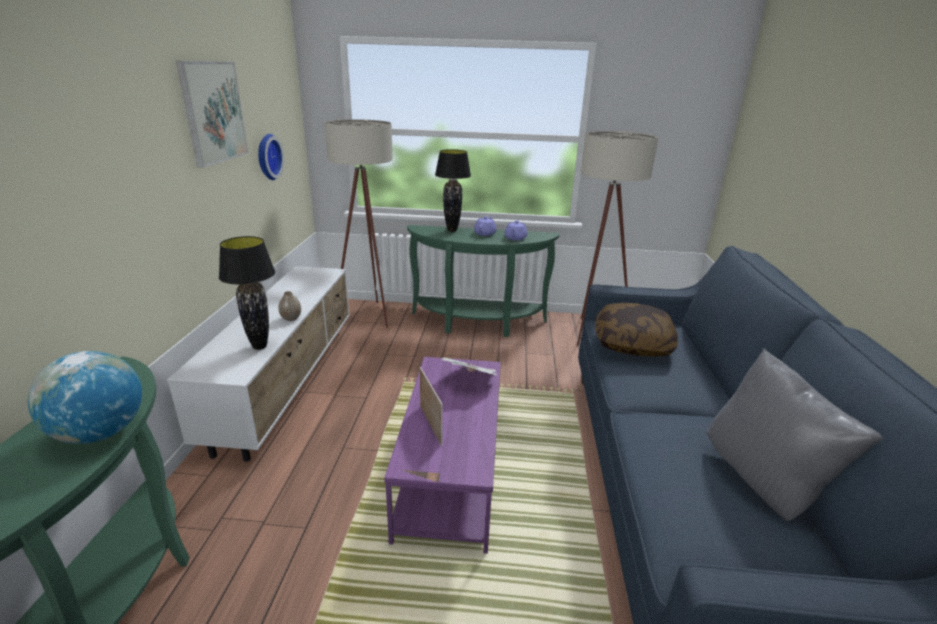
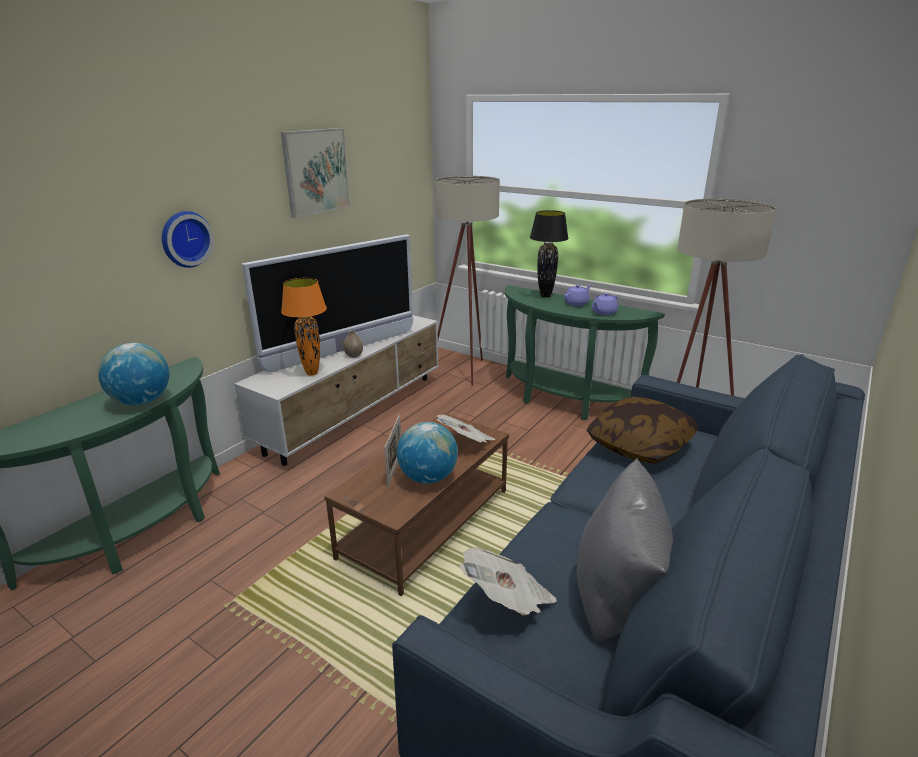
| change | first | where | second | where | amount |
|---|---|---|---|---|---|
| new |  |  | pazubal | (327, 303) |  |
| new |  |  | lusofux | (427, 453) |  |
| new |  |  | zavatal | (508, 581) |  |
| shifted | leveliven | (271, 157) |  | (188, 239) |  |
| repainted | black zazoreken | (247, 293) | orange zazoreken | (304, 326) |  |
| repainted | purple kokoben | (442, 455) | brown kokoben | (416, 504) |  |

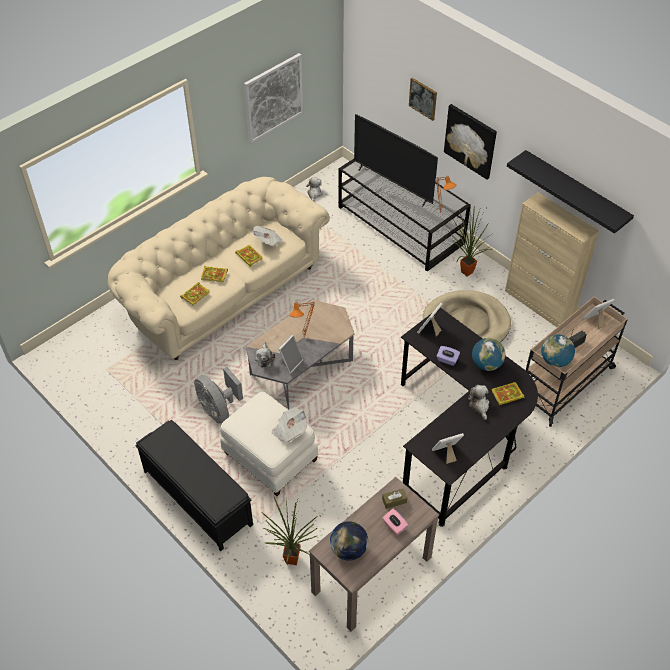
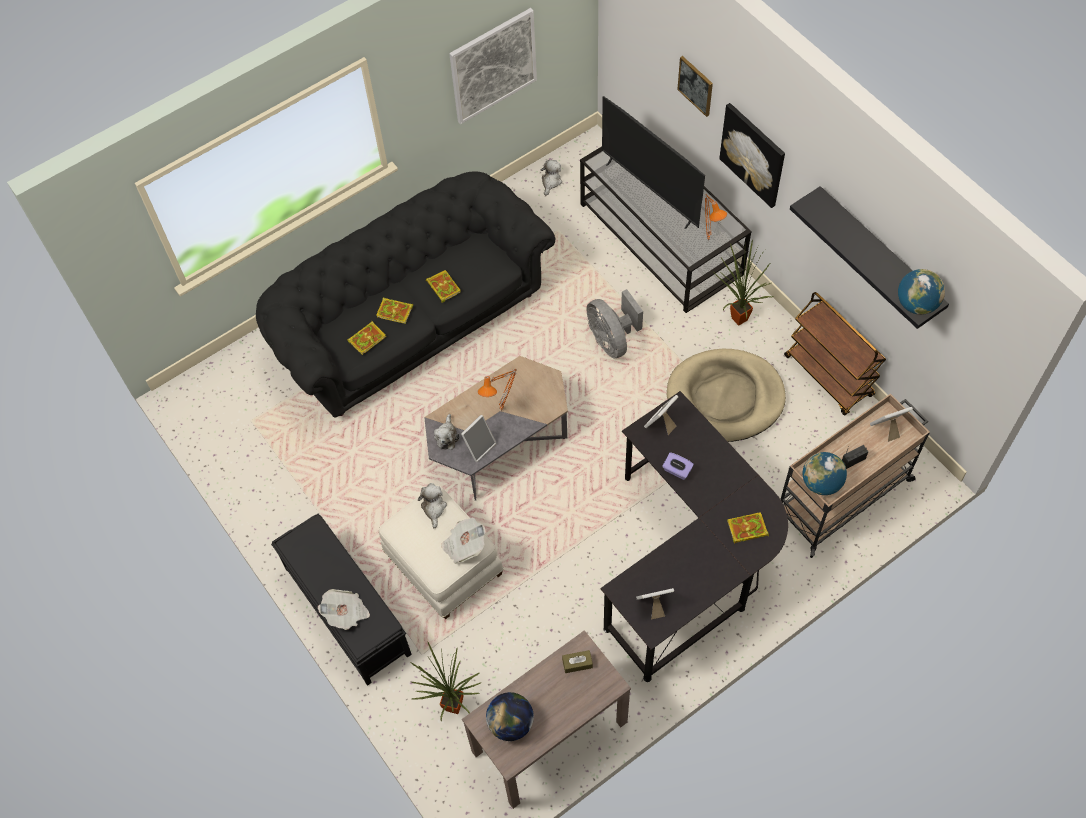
| change | first | where | second | where | amount |
|---|---|---|---|---|---|
| gone | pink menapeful | (395, 522) |  |  |  |
| shifted | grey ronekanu | (218, 395) |  | (614, 323) |  |
| shifted | zavatal | (268, 236) |  | (344, 609) |  |
| shifted | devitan | (478, 402) |  | (432, 505) |  |
| shifted | lusofux | (489, 354) |  | (921, 292) |  |
| swapped | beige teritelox | (552, 259) | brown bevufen | (835, 353) |  |
| repainted | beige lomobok | (219, 268) | black lomobok | (406, 294) |  |

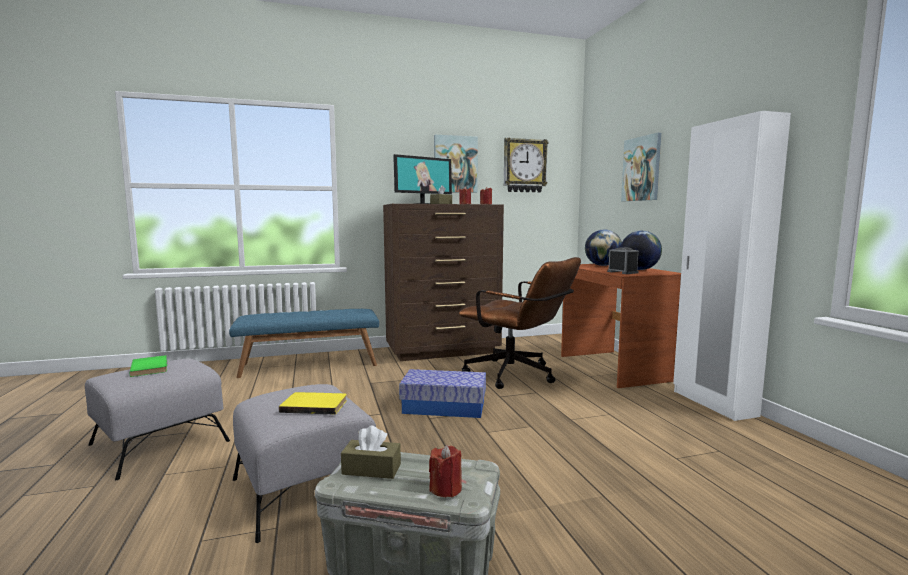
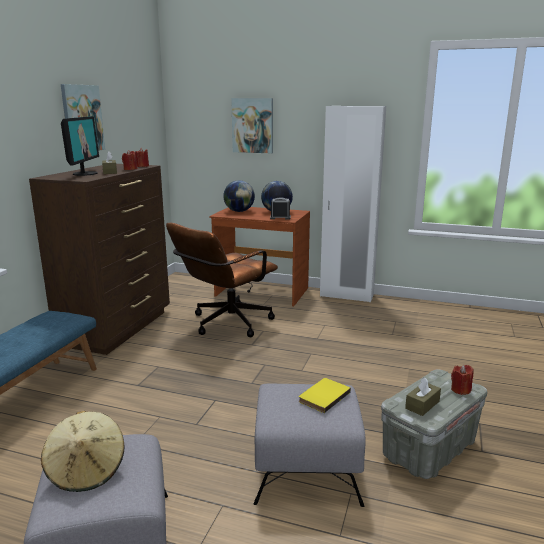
| change | first | where | second | where | amount |
|---|---|---|---|---|---|
| gone | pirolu | (442, 393) |  |  |  |
| gone | leveliven | (526, 165) |  |  |  |
| swapped | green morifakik | (148, 366) | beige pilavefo | (82, 451) |  |
| rotated | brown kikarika | (520, 323) |  | (222, 280) | 150 degrees clockwise |

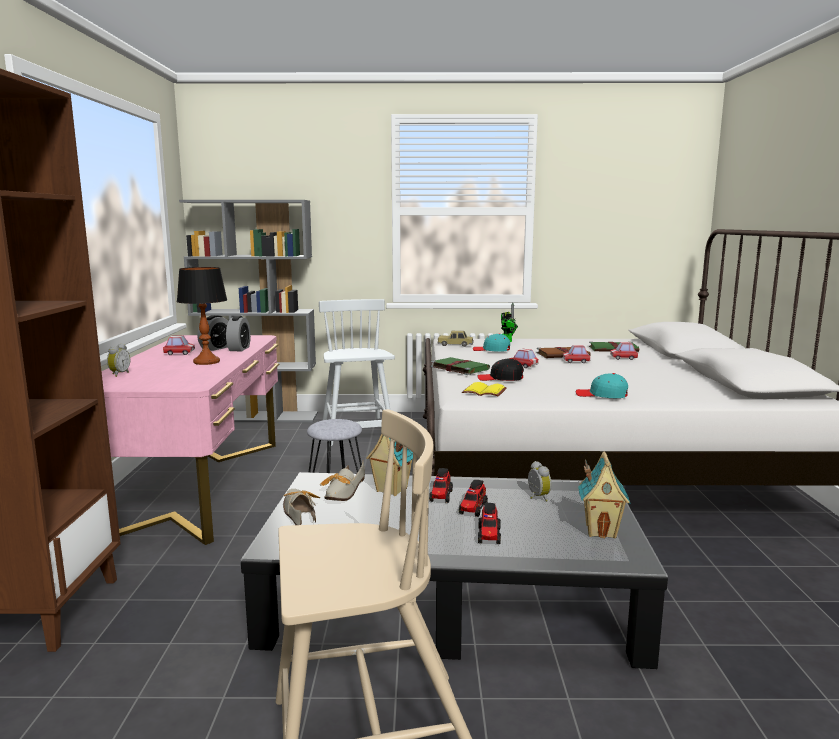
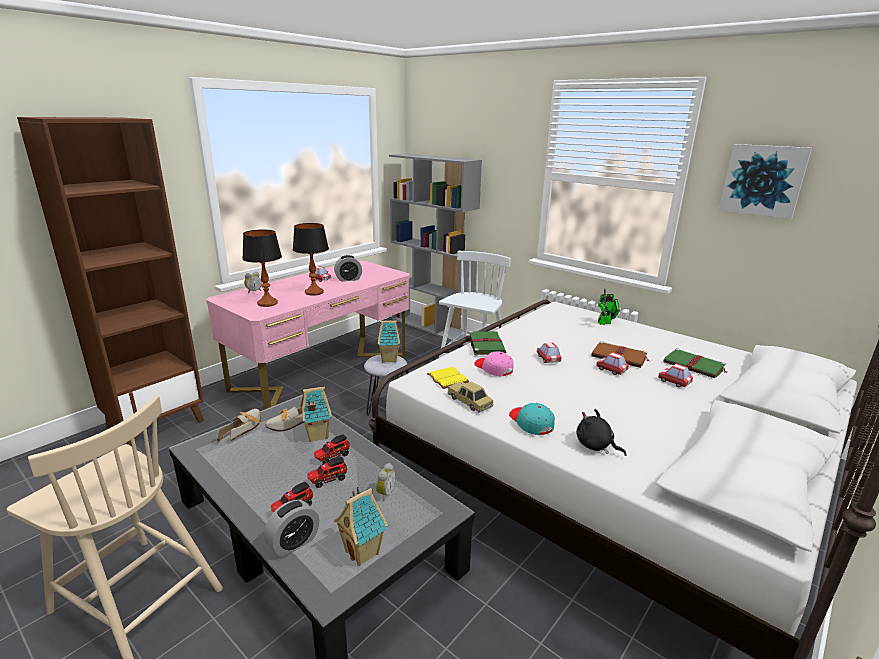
| change | first | where | second | where | amount |
|---|---|---|---|---|---|
| gone | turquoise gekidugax | (491, 342) |  |  |  |
| new |  |  | zazoreken | (262, 268) |  |
| new |  |  | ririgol | (389, 341) |  |
| new |  |  | black devitan | (601, 432) |  |
| new |  |  | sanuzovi | (765, 181) |  |
| shifted | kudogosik | (238, 333) |  | (291, 528) |  |
| shifted | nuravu | (455, 339) |  | (470, 397) |  |
| repainted | black gekidugax | (500, 369) | pink gekidugax | (494, 363) |  |

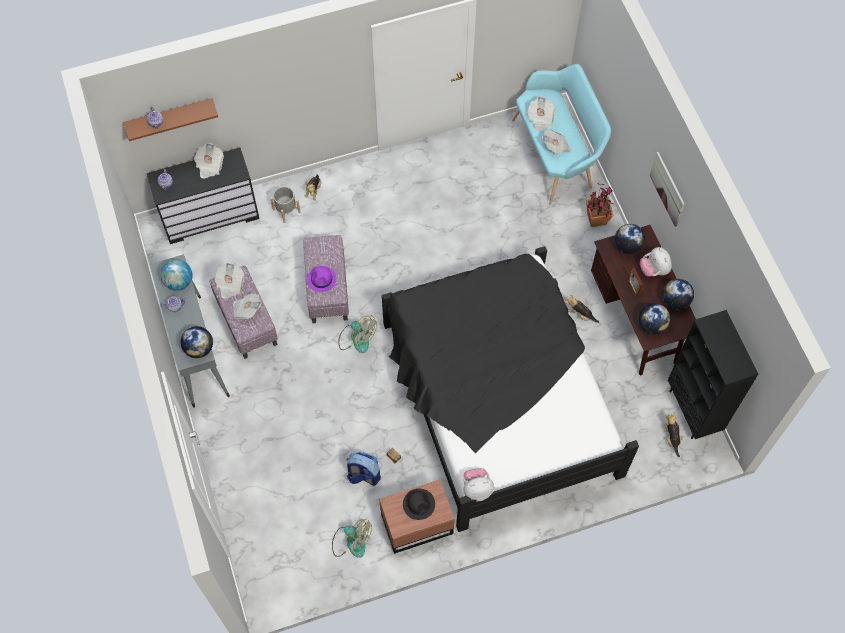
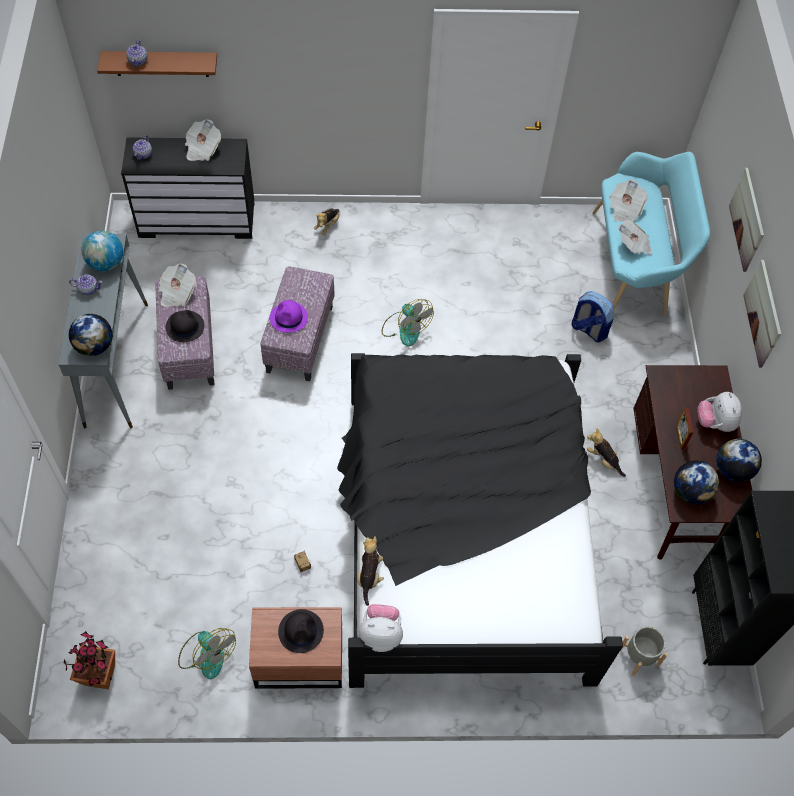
| change | first | where | second | where | amount |
|---|---|---|---|---|---|
| gone | lusofux | (630, 239) |  |  |  |
| new |  |  | sanuzovi | (746, 220) |  |
| shifted | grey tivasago | (285, 204) |  | (644, 651) |  |
| shifted | ronekanu | (357, 334) |  | (408, 322) |  |
| shifted | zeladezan | (363, 469) |  | (592, 316) |  |
| shifted | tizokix | (600, 205) |  | (89, 660) |  |
| shifted | devitan | (674, 435) |  | (370, 571) |  |
| swapped | zavatal | (247, 306) | black pilavefo | (185, 326) |  |

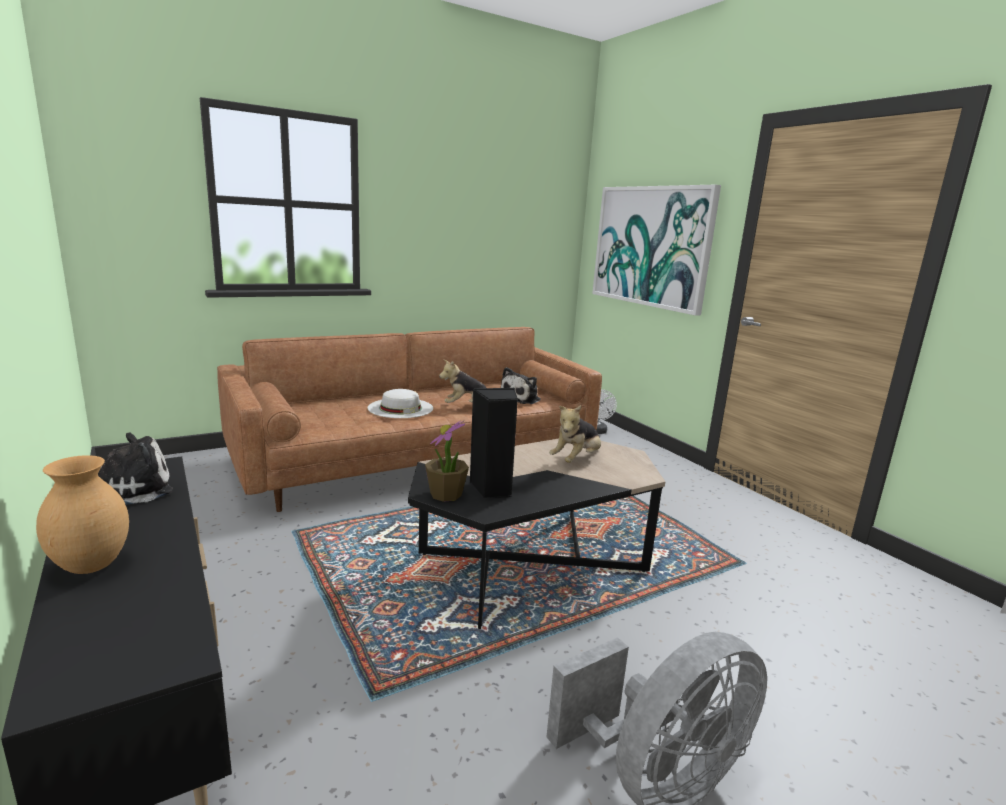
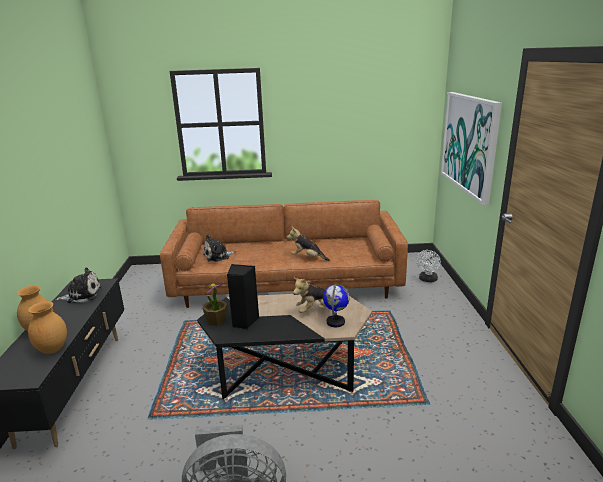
| change | first | where | second | where | amount |
|---|---|---|---|---|---|
| gone | white pilavefo | (400, 403) |  |  |  |
| new |  |  | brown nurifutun | (47, 328) |  |
| new |  |  | lusofux | (336, 305) |  |
| shifted | devitan | (521, 385) |  | (219, 248) |  |

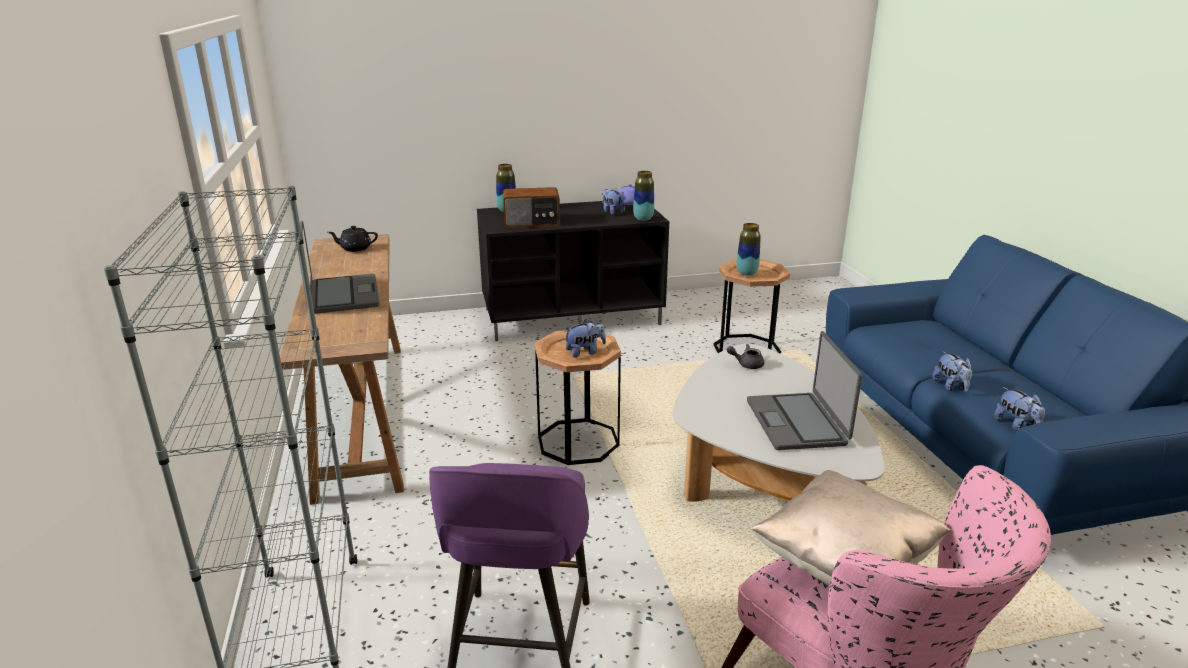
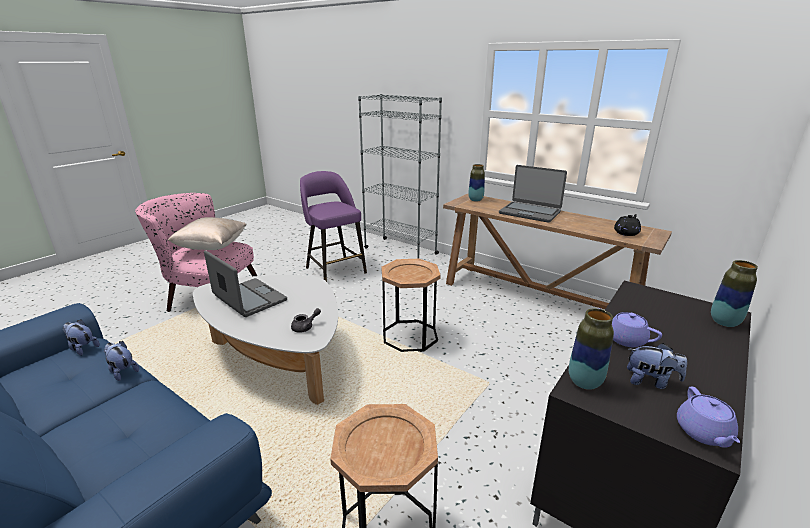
| change | first | where | second | where | amount |
|---|---|---|---|---|---|
| gone | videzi | (531, 207) |  |  |  |
| gone | devitan | (585, 338) |  |  |  |
| new |  |  | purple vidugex | (630, 327) |  |
| shifted | nurifutun | (748, 249) |  | (476, 183) |  |

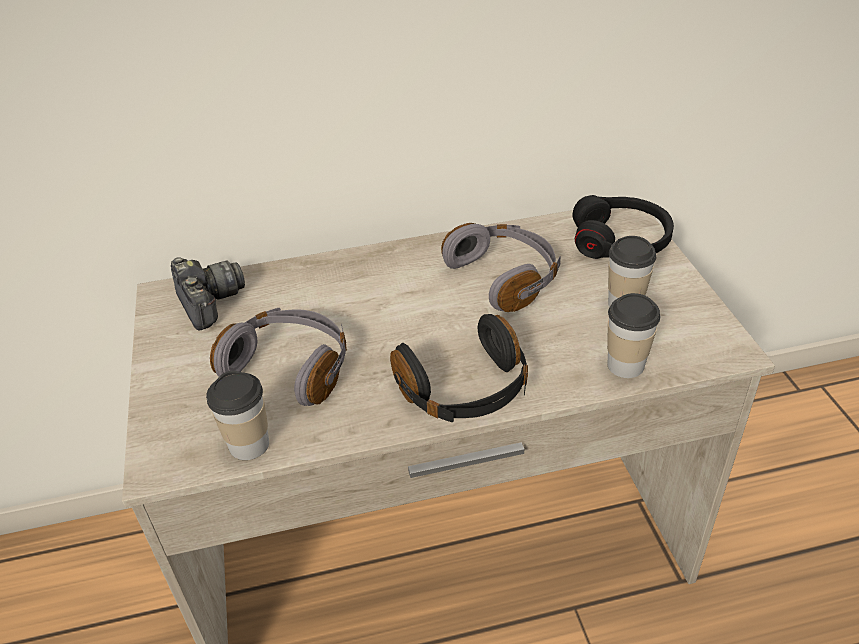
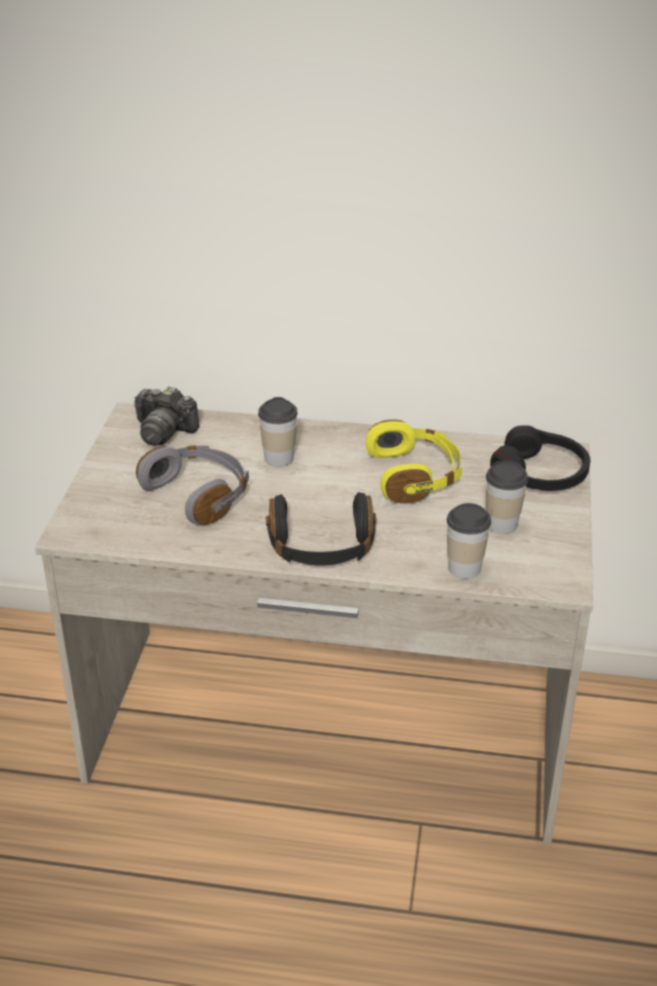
| change | first | where | second | where | amount |
|---|---|---|---|---|---|
| shifted | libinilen | (237, 415) |  | (278, 432) |  |
| repainted | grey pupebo | (501, 268) | yellow pupebo | (414, 462) |  |
| rotated | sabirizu | (208, 294) |  | (167, 416) | 120 degrees clockwise |

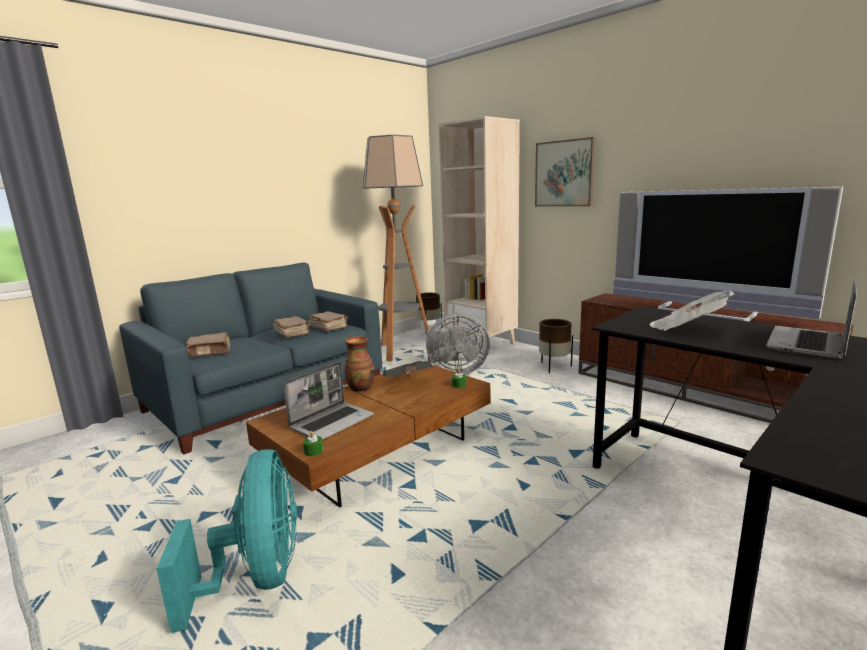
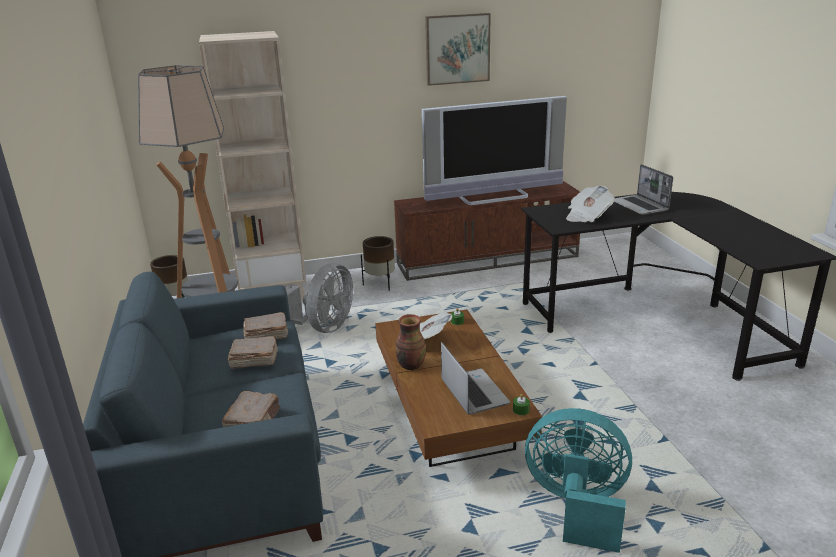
| change | first | where | second | where | amount |
|---|---|---|---|---|---|
| shifted | sanuzovi | (565, 171) |  | (458, 49) |  |

